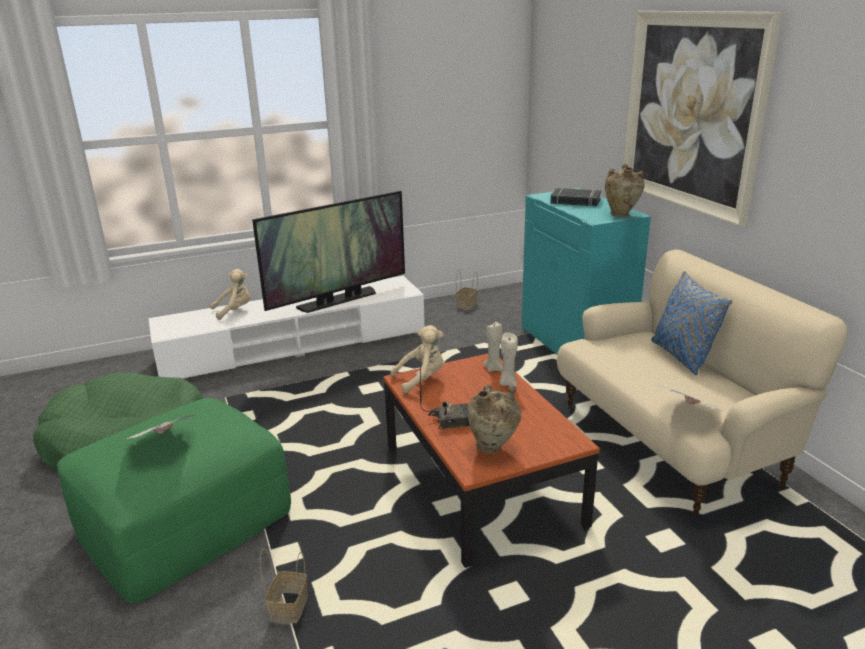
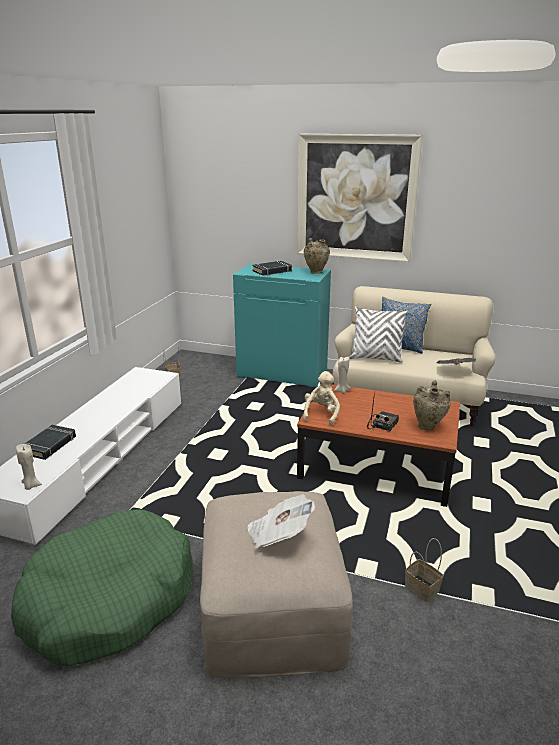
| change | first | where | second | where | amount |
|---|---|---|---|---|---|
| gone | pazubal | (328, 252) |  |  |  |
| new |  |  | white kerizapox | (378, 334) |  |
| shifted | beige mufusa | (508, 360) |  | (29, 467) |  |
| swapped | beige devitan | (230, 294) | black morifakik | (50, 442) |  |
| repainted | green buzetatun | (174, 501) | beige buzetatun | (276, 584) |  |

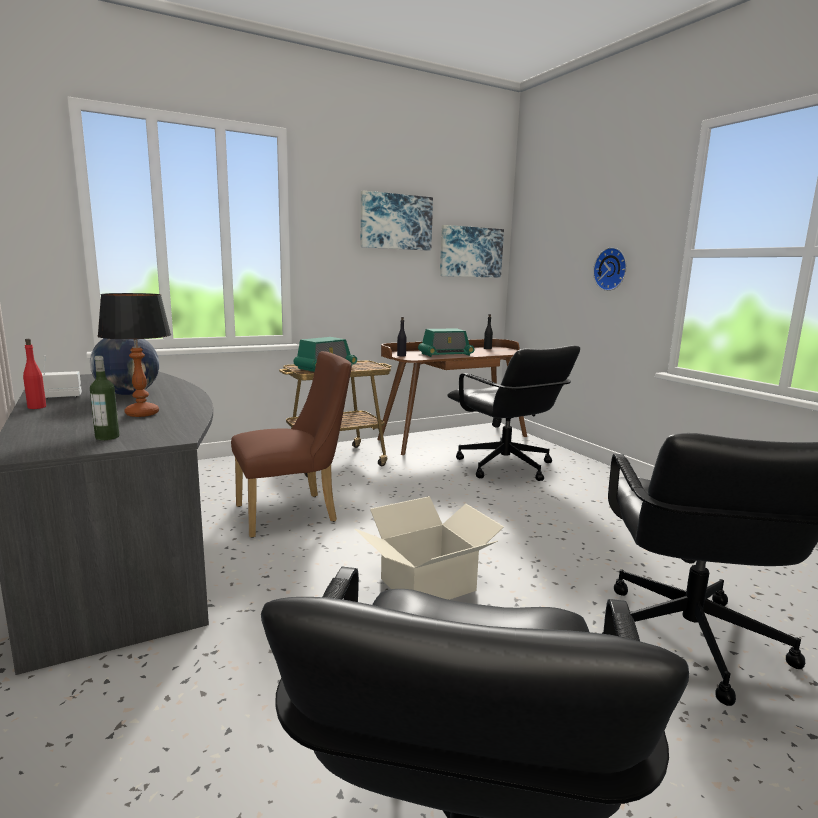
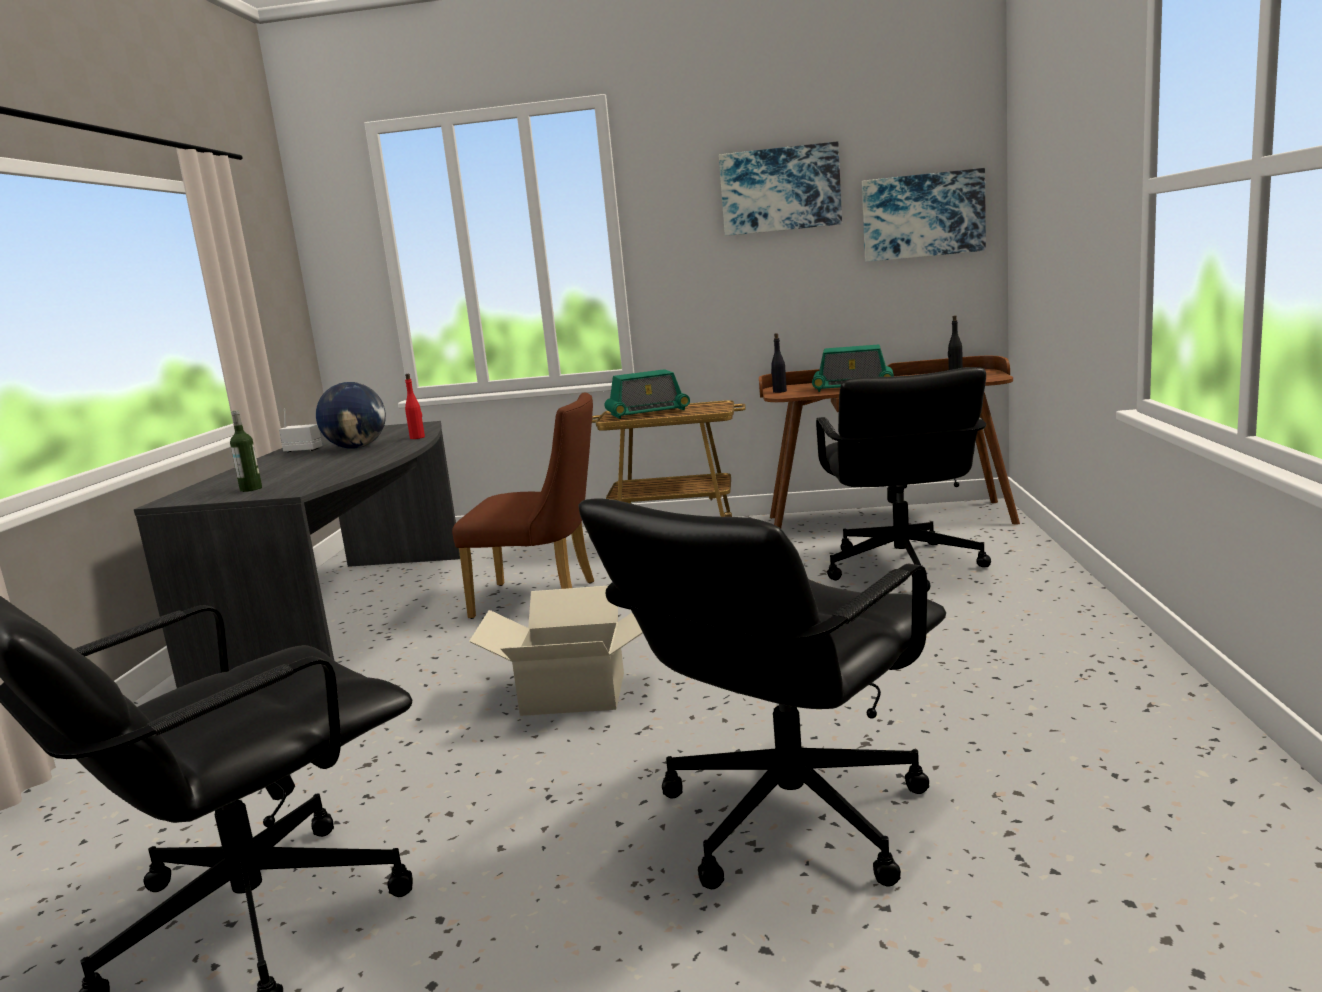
| change | first | where | second | where | amount |
|---|---|---|---|---|---|
| gone | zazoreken | (134, 355) |  |  |  |
| gone | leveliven | (610, 269) |  |  |  |
| shifted | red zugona | (34, 374) |  | (415, 406) |  |

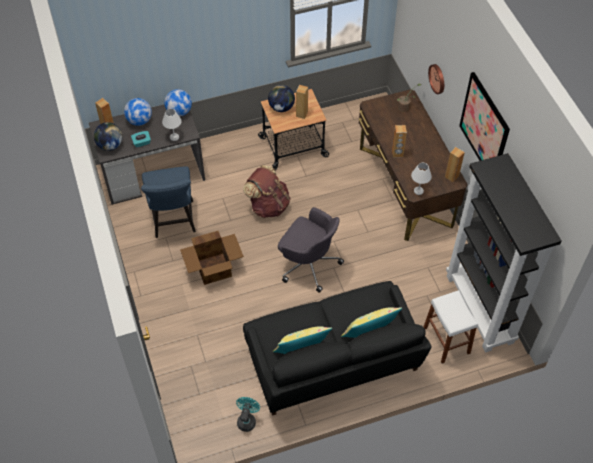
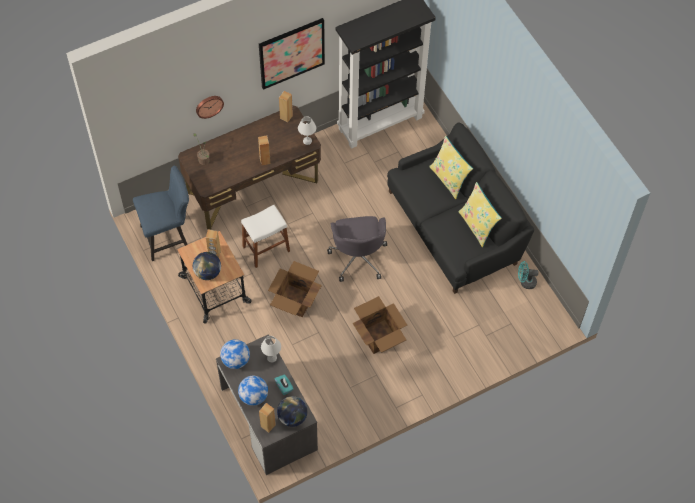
| change | first | where | second | where | amount |
|---|---|---|---|---|---|
| shifted | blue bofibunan | (168, 202) |  | (161, 213) |  |
| shifted | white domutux | (451, 327) |  | (265, 236) |  |
| swapped | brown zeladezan | (267, 191) | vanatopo | (295, 289) |  |
| rotated | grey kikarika | (311, 249) |  | (357, 249) | 150 degrees clockwise |

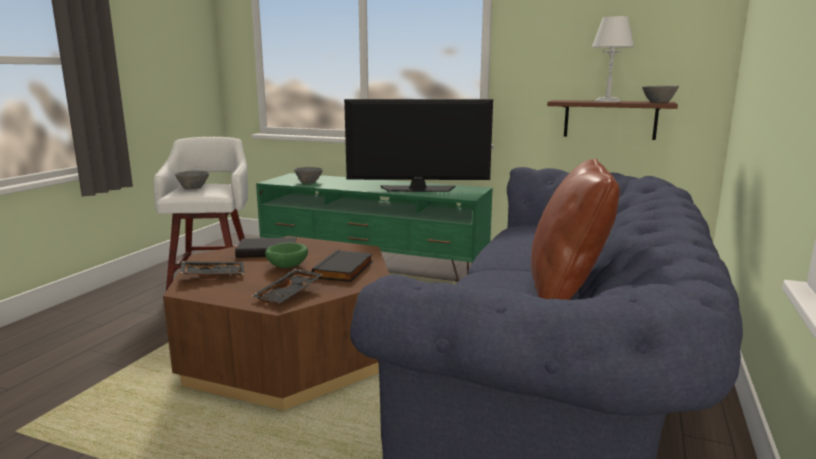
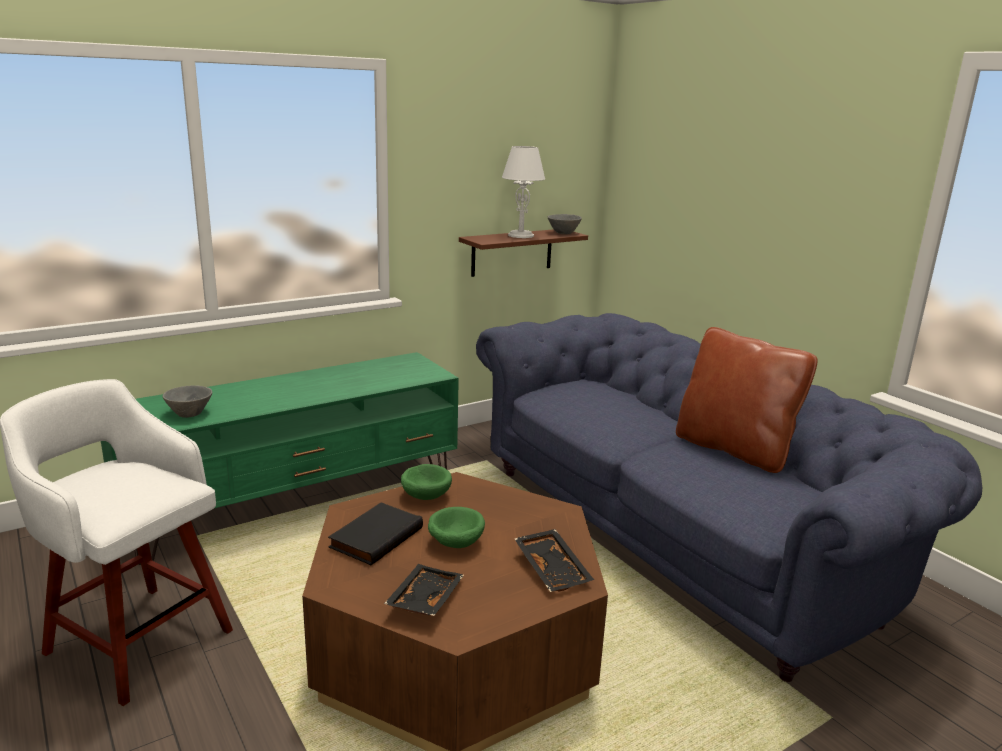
| change | first | where | second | where | amount |
|---|---|---|---|---|---|
| gone | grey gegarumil | (192, 180) |  |  |  |
| gone | black morifakik | (342, 266) |  |  |  |
| gone | pazubal | (418, 145) |  |  |  |
| new |  |  | green gegarumil | (426, 482) |  |

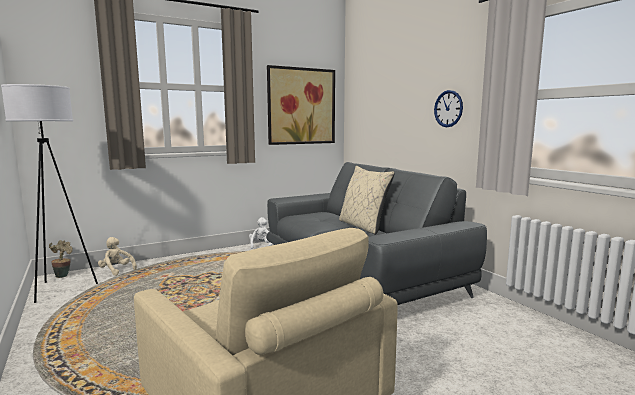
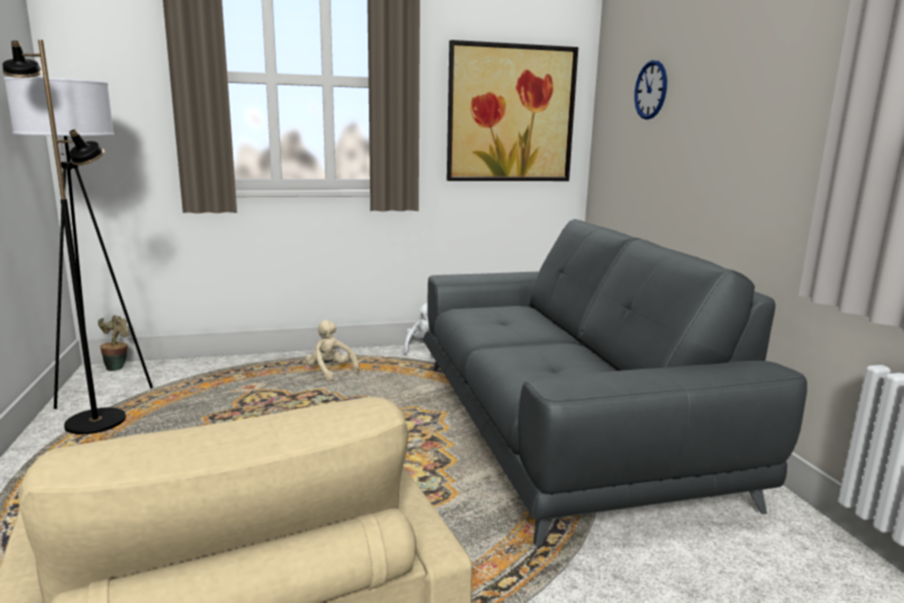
| change | first | where | second | where | amount |
|---|---|---|---|---|---|
| gone | beige kerizapox | (367, 200) |  |  |  |
| new |  |  | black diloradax | (64, 237) |  |
| shifted | beige devitan | (117, 256) |  | (332, 350) |  |
| shifted | leveliven | (448, 108) |  | (650, 90) |  |

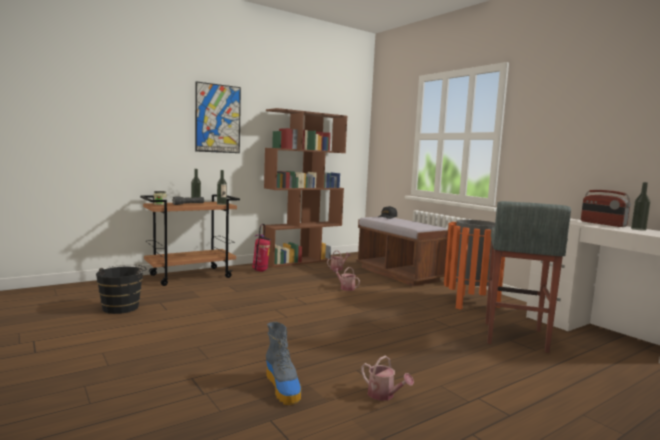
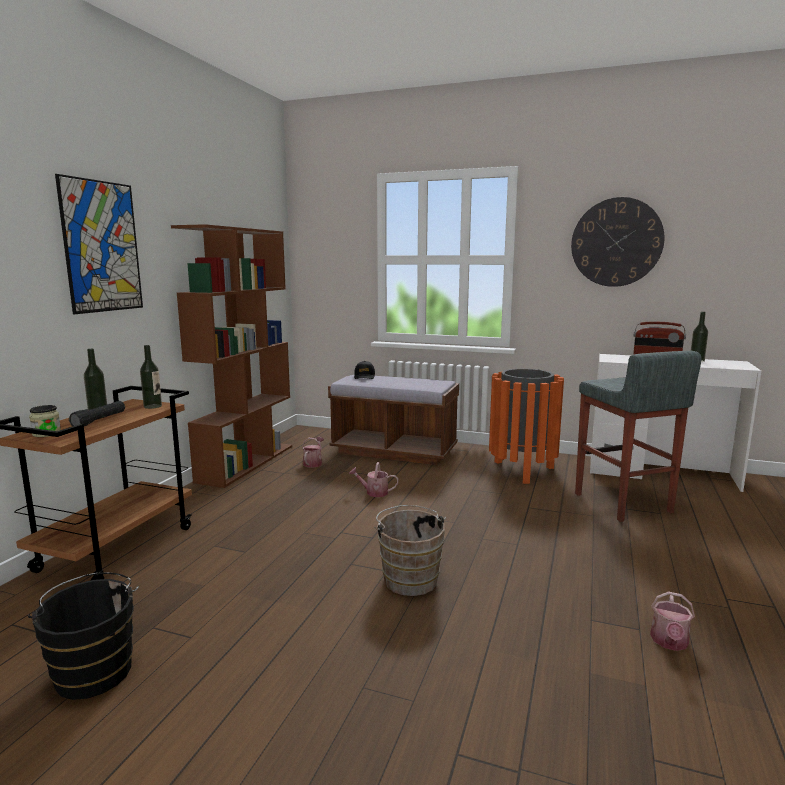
| change | first | where | second | where | amount |
|---|---|---|---|---|---|
| gone | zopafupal | (261, 248) |  |  |  |
| gone | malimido | (283, 363) |  |  |  |
| new |  |  | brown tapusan | (410, 550) |  |
| new |  |  | leveliven | (617, 242) |  |
| rotated | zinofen | (387, 378) |  | (672, 621) | 105 degrees clockwise |

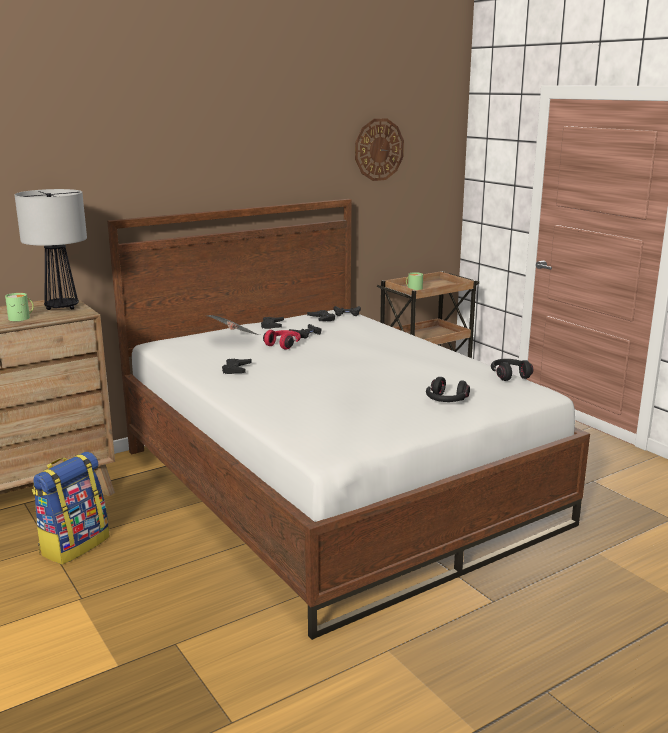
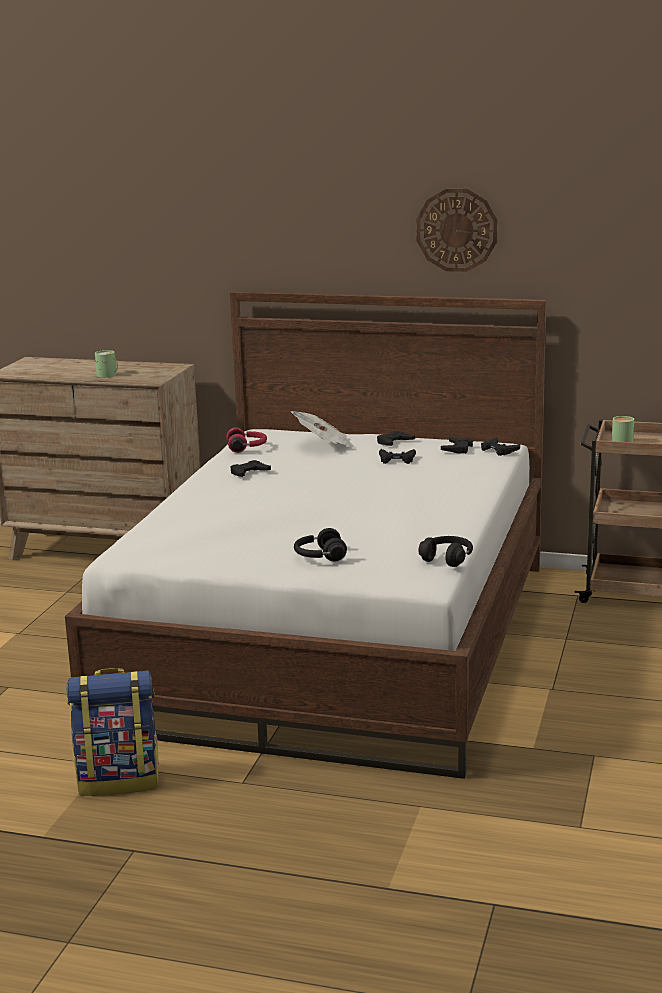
| change | first | where | second | where | amount |
|---|---|---|---|---|---|
| gone | zazoreken | (50, 249) |  |  |  |
| shifted | zeladezan | (71, 508) |  | (112, 732) |  |
| shifted | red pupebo | (282, 340) |  | (246, 440) |  |
| shifted | leveliven | (379, 149) |  | (456, 230) |  |

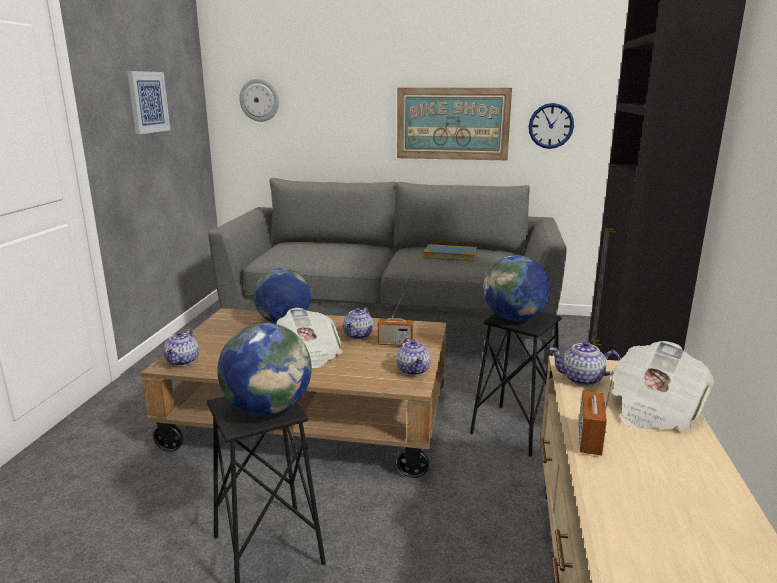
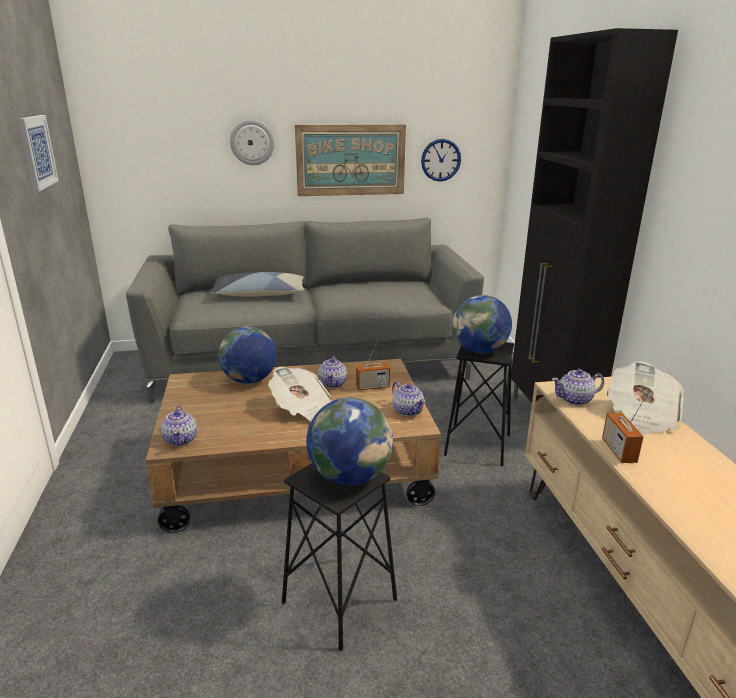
| change | first | where | second | where | amount |
|---|---|---|---|---|---|
| gone | morifakik | (450, 252) |  |  |  |
| new |  |  | kerizapox | (257, 284) |  |
| shifted | leveliven | (259, 100) |  | (252, 142) |  |

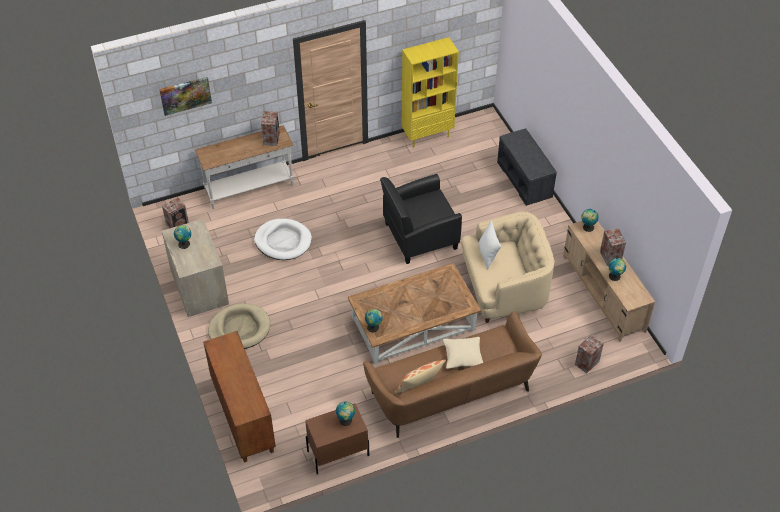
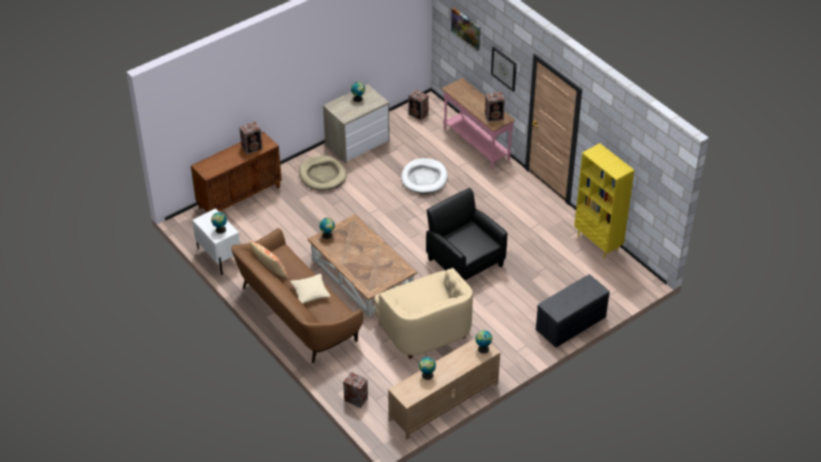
| change | first | where | second | where | amount |
|---|---|---|---|---|---|
| gone | white kerizapox | (489, 245) |  |  |  |
| new |  |  | leveliven | (504, 69) |  |
| shifted | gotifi | (613, 247) |  | (251, 138) |  |
| repainted | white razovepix | (244, 167) | pink razovepix | (478, 124) |  |
| repainted | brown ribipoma | (337, 439) | white ribipoma | (216, 241) |  |

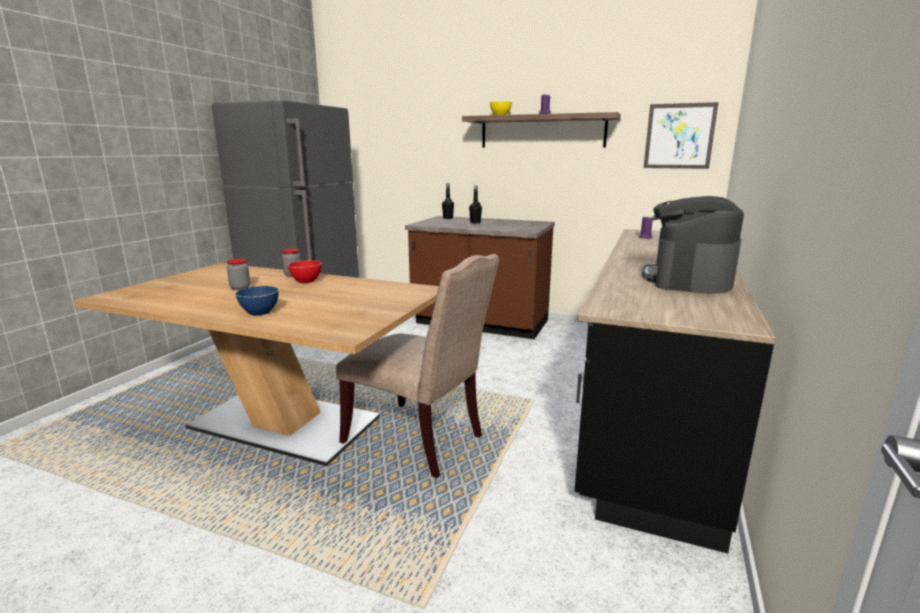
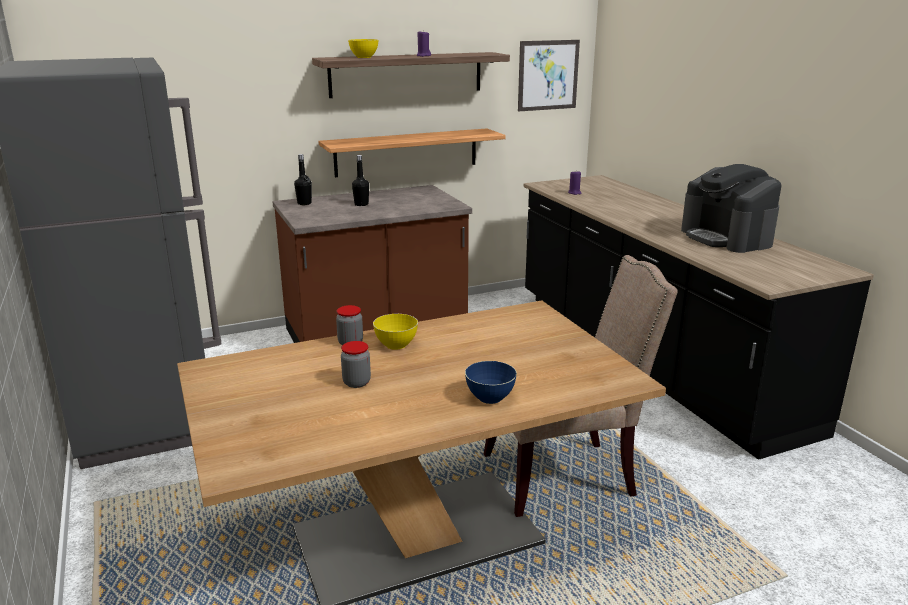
| change | first | where | second | where | amount |
|---|---|---|---|---|---|
| new |  |  | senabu | (412, 152) |  |
| repainted | red gegarumil | (305, 271) | yellow gegarumil | (395, 332) |  |

